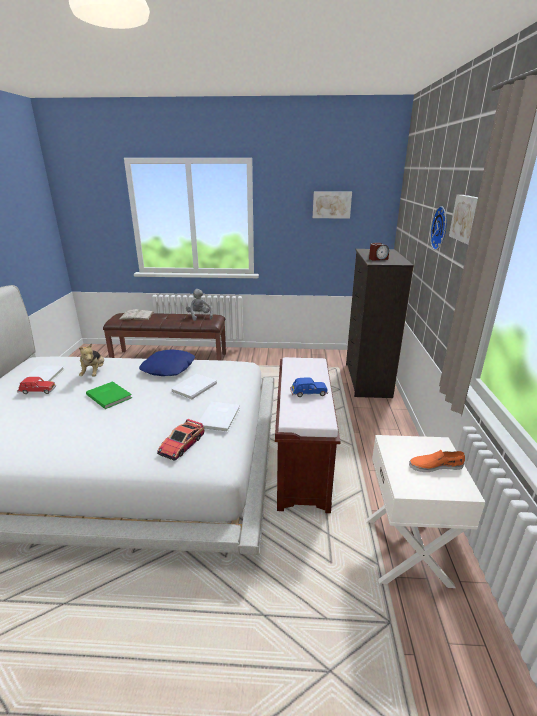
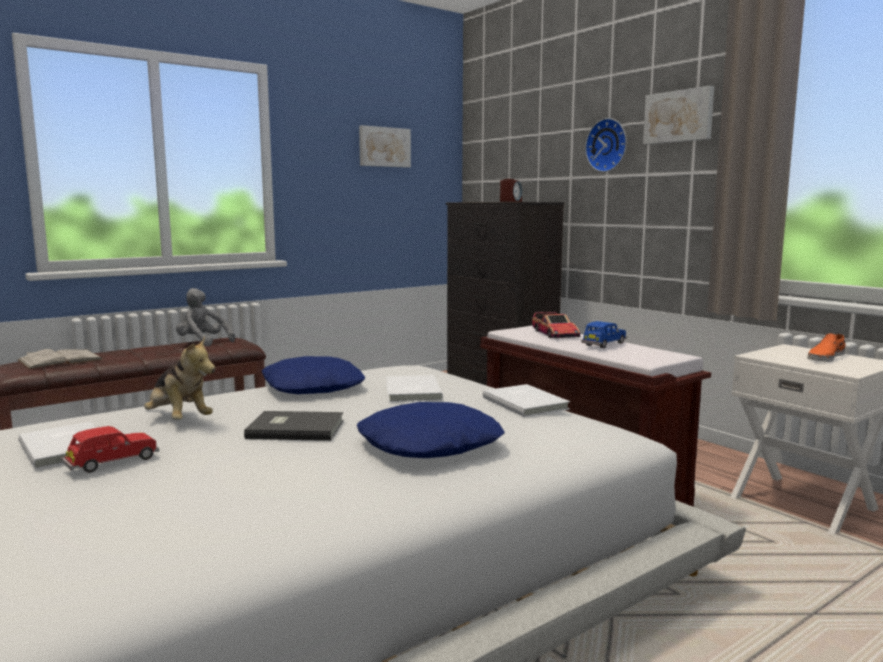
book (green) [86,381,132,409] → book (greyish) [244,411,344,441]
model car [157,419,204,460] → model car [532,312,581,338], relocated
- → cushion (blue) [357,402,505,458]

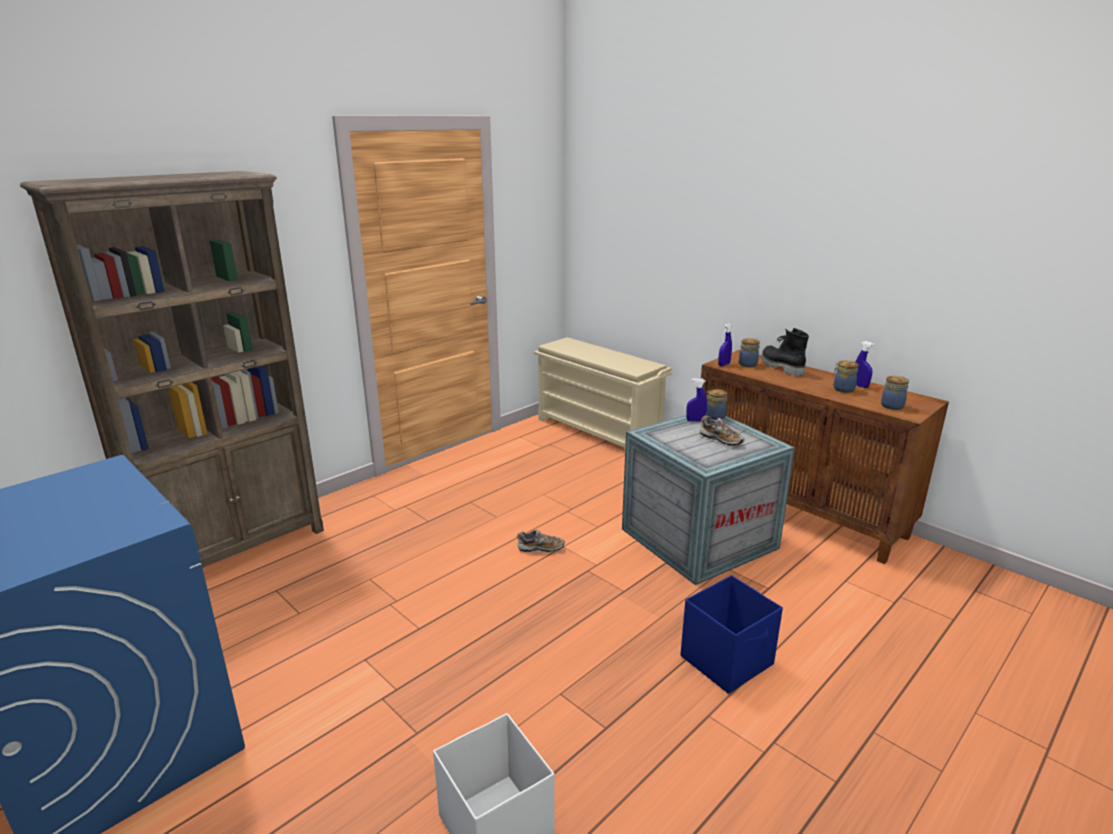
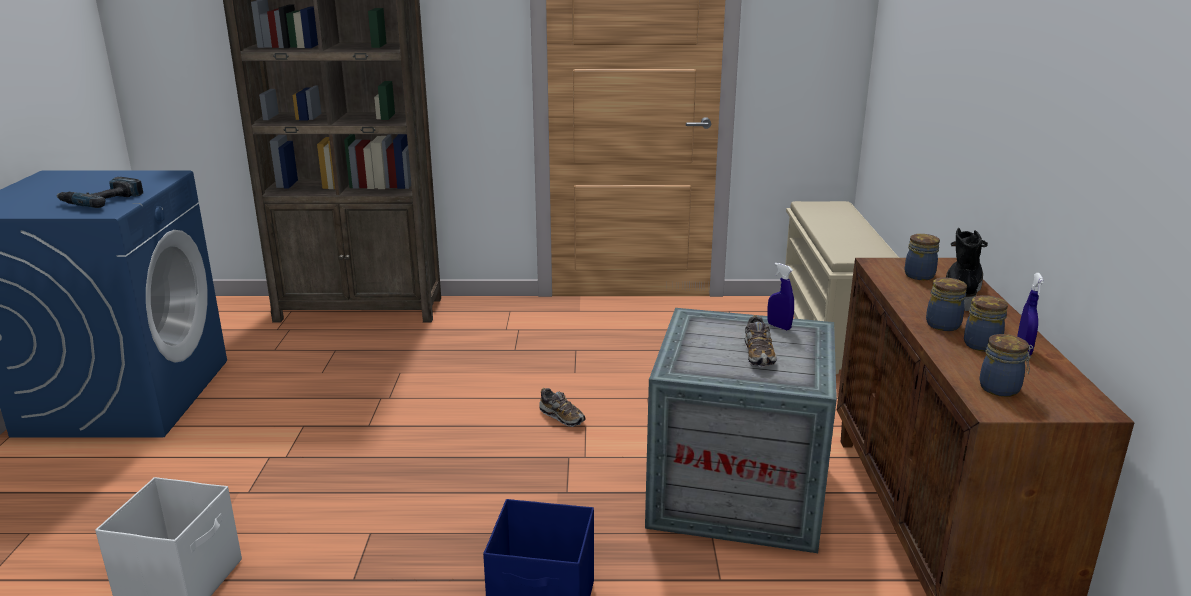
hand sprayer (blue) [718,323,732,366] → -
storage jar [706,389,727,420] → storage jar [926,278,967,331], relocated
- → drill [57,177,143,208]

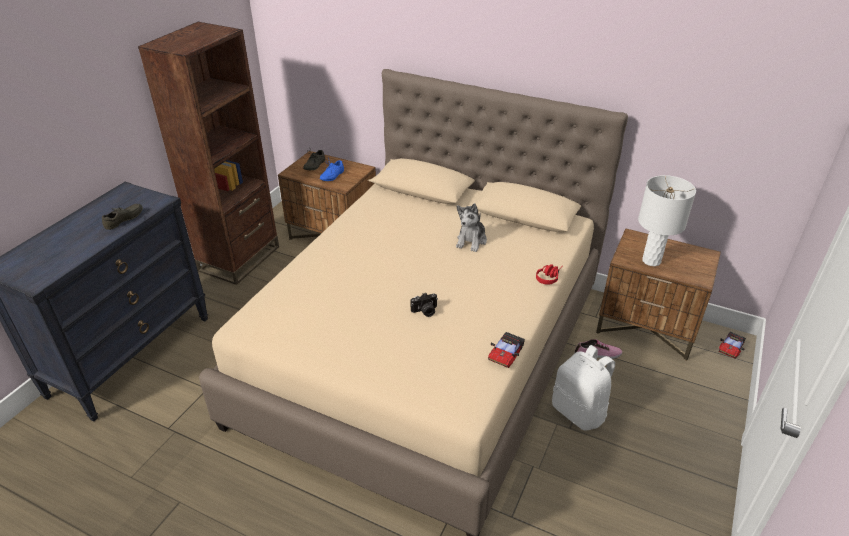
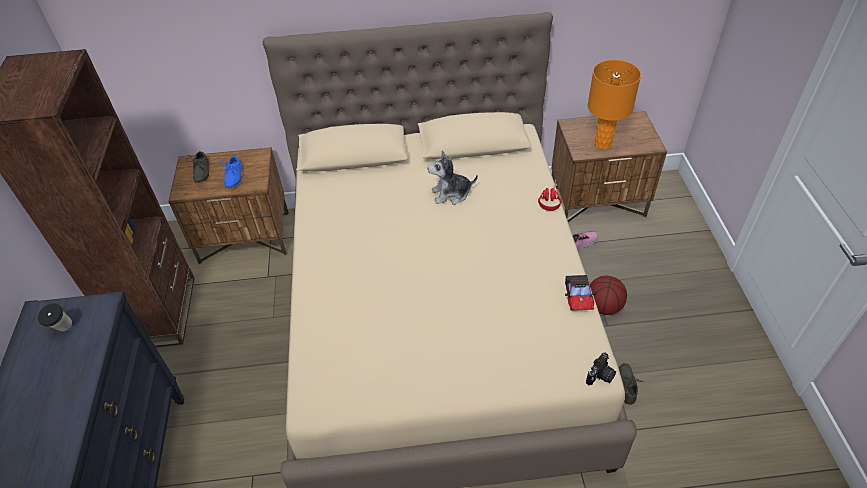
tabletop lamp (whitish) [638,175,696,266] → tabletop lamp (orangey) [588,60,641,149]
plush toy [456,203,487,252] → plush toy [427,150,478,205], 90 degrees clockwise
item of footwear (greyish) [102,204,143,230] → item of footwear (greyish) [619,363,644,405], relocated
still camera [411,293,438,317] → still camera [586,353,616,386], relocated
model car [719,332,746,358] → -
knapsack (whitish) [552,345,615,431] → basketball ball [590,276,627,315]
- → small cup [38,303,72,332]

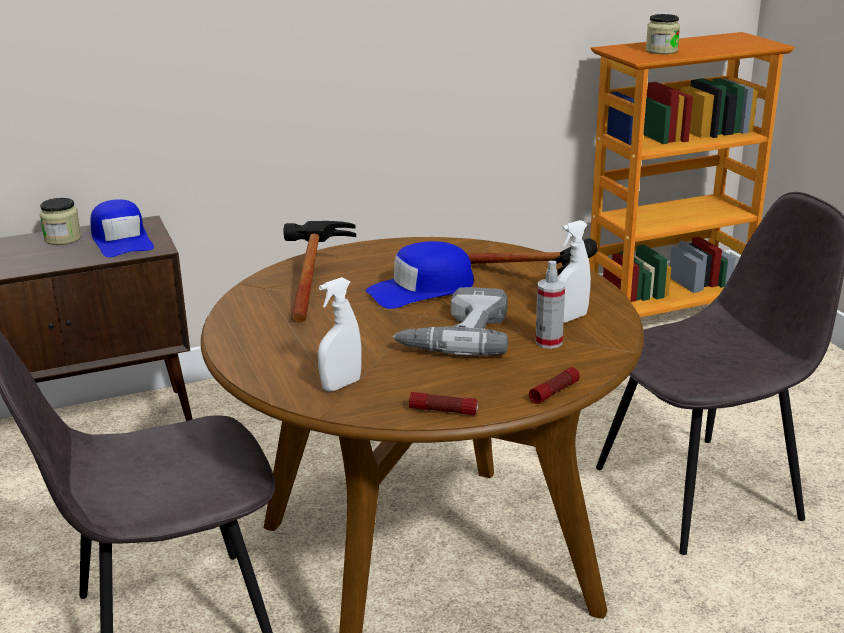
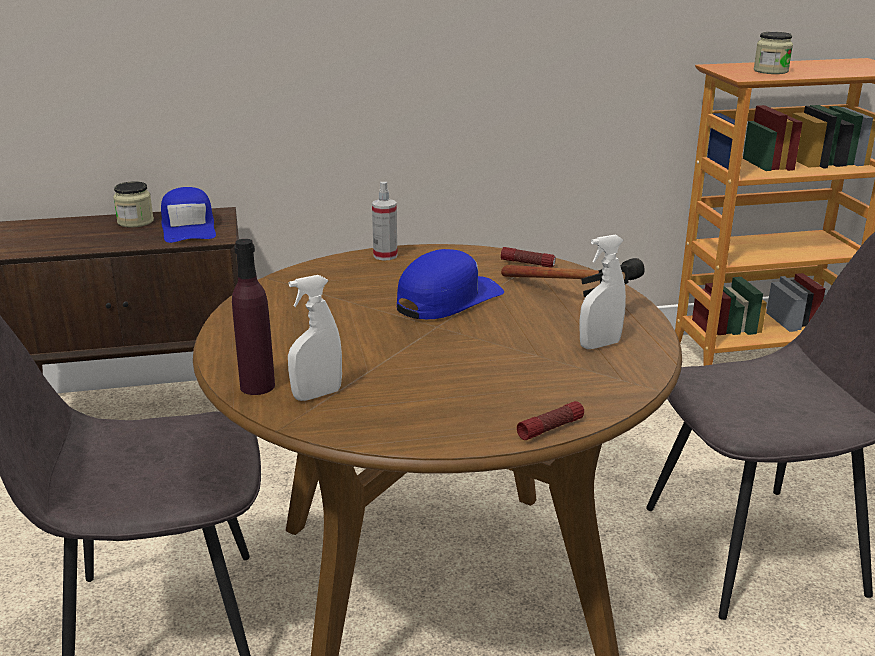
hand hammer [284,221,356,322] → -
baseball cap (blue) [366,241,474,309] → baseball cap (blue) [397,249,504,319], 150 degrees clockwise
hand sprayer [535,261,565,349] → hand sprayer [372,182,398,260], relocated
drill [393,287,508,356] → -
hand torch [409,392,478,415] → hand torch [501,247,556,268], relocated
- → beverage bottle (purple-coloured) [232,239,275,395]

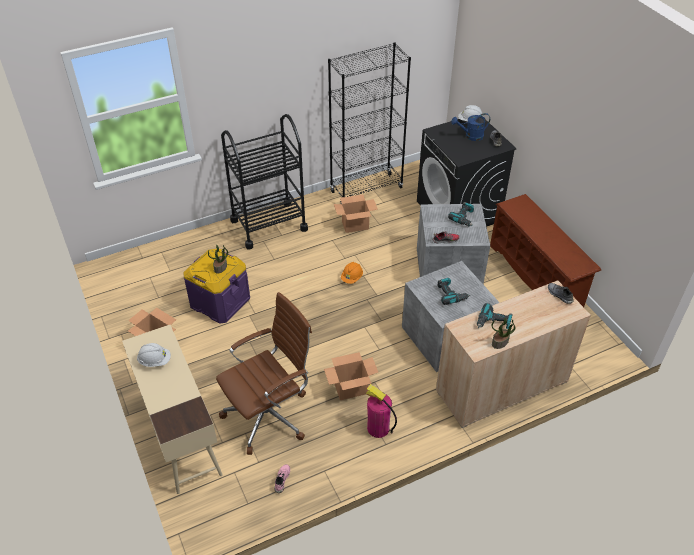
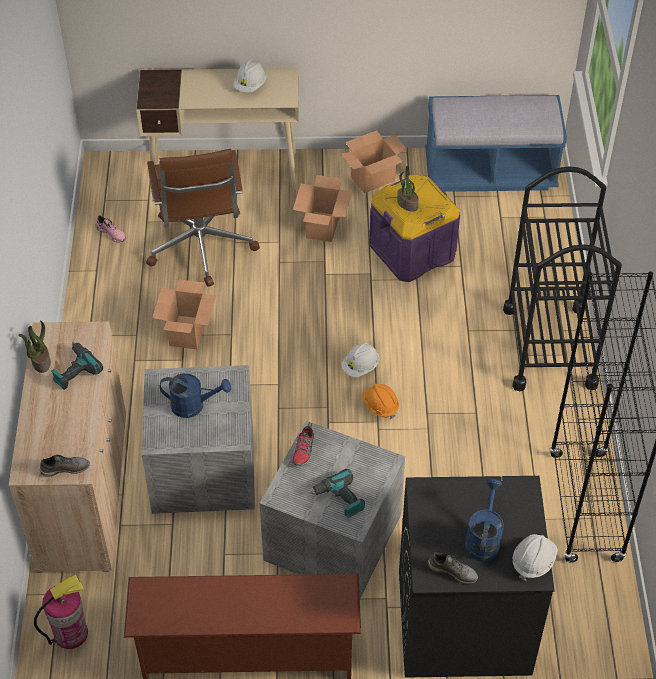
packing box [334,195,378,233] → packing box [293,175,352,242], relocated
drill [437,278,470,305] → watering pot (blue) [159,373,231,418]
fire extinguisher [365,384,397,438] → fire extinguisher [34,575,88,649], relocated
- → long seat (blue) [425,95,567,192]
- → work helmet (whitish) [341,343,379,377]

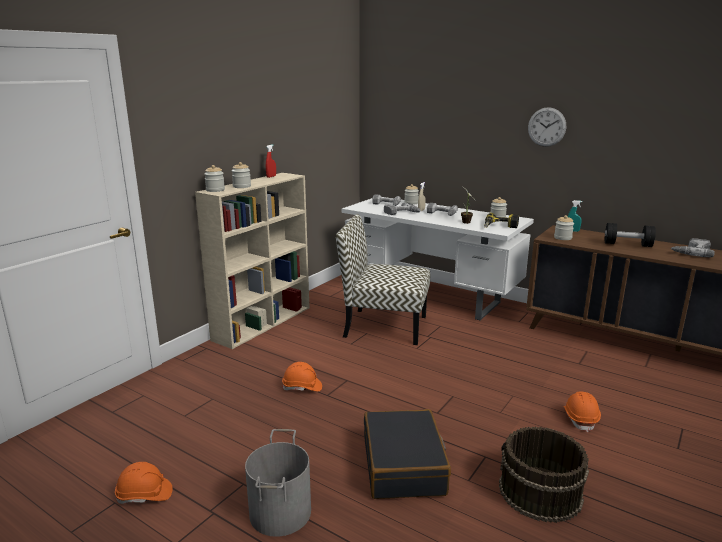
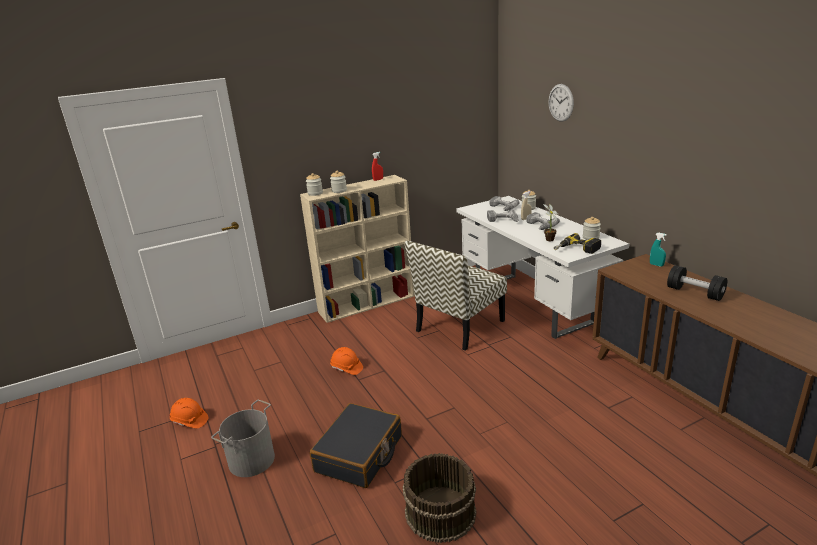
hanging clock [528,107,566,147] → hanging clock [549,84,574,121], relocated
upright chair [336,214,430,345] → upright chair [405,241,507,351], 90 degrees counterclockwise
storage jar [554,215,574,240] → -
drill [671,238,715,257] → -
work helmet (orangey) [564,392,601,432] → -

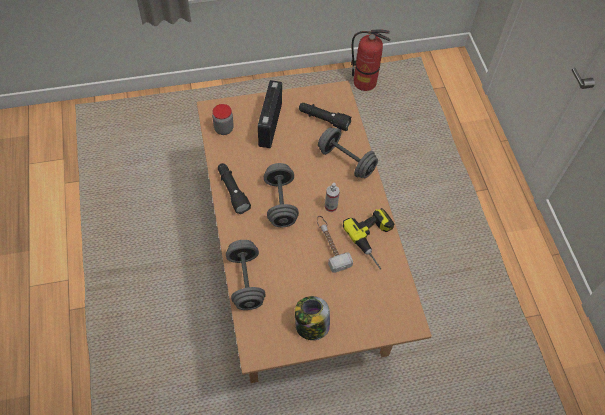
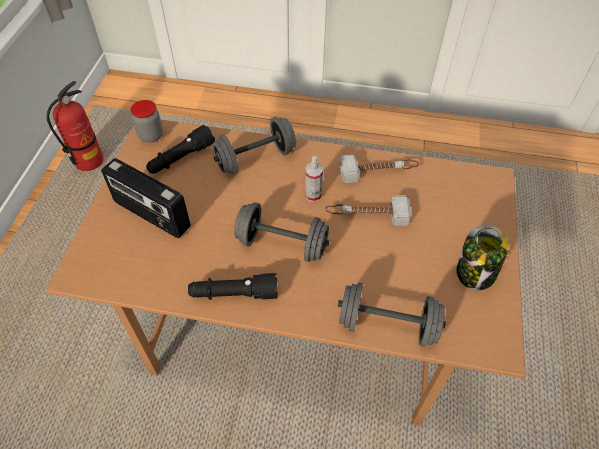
storage jar [212,104,234,135] → storage jar [131,100,163,143], relocated
drill [343,208,395,269] → hand hammer [339,154,418,184]

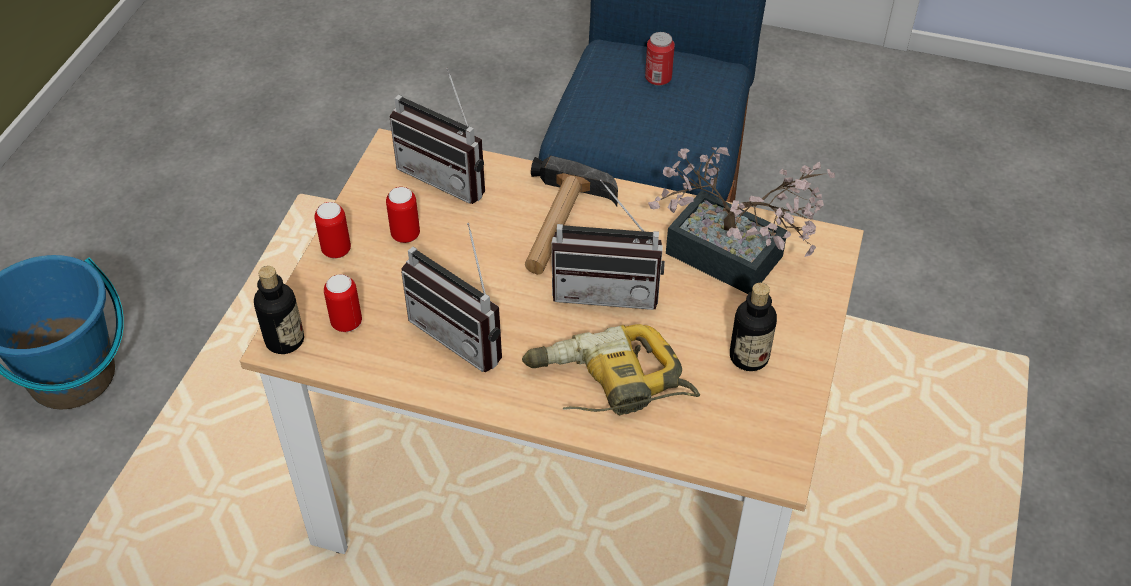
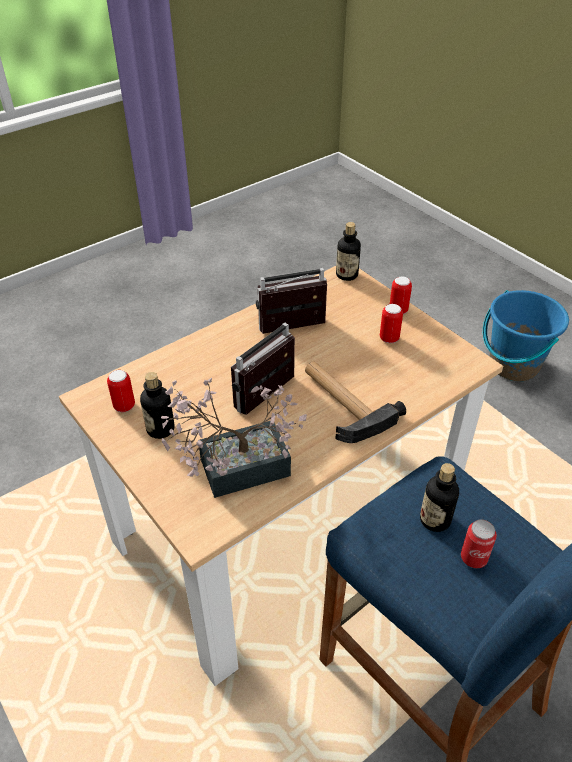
radio [390,68,485,204] → -
sealed can [324,274,362,332] → sealed can [107,370,135,412], relocated
drill [522,324,700,415] → -
- → beverage bottle [420,463,459,532]

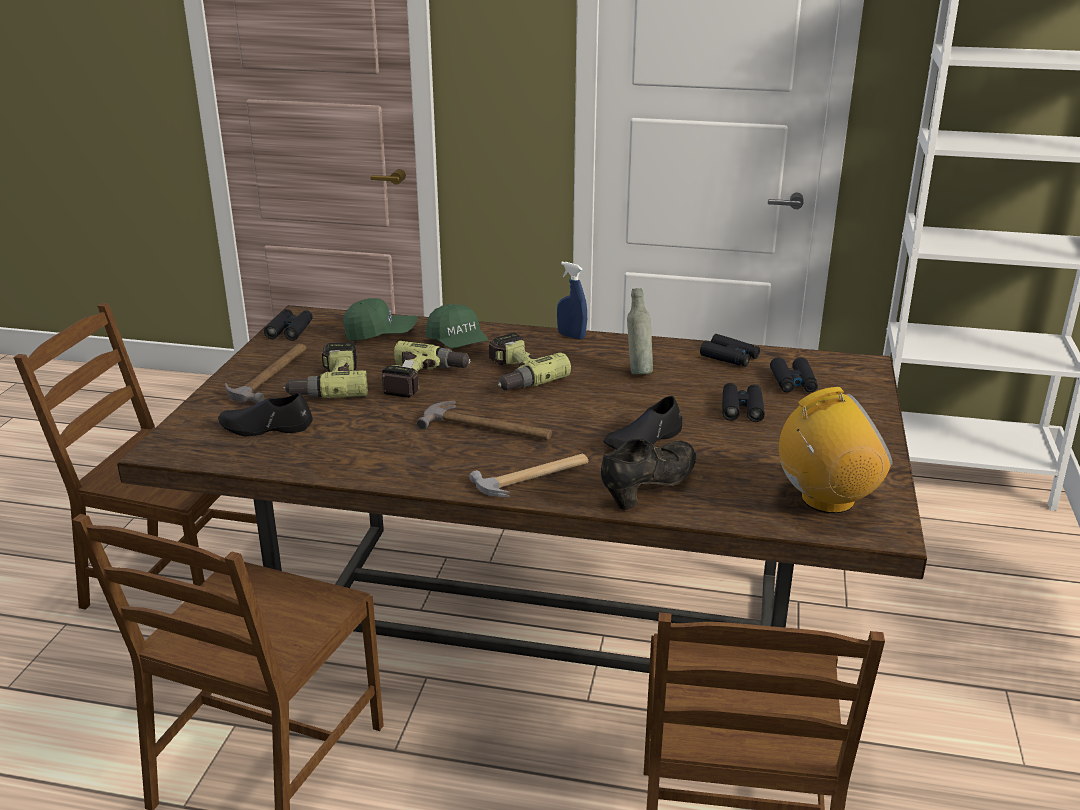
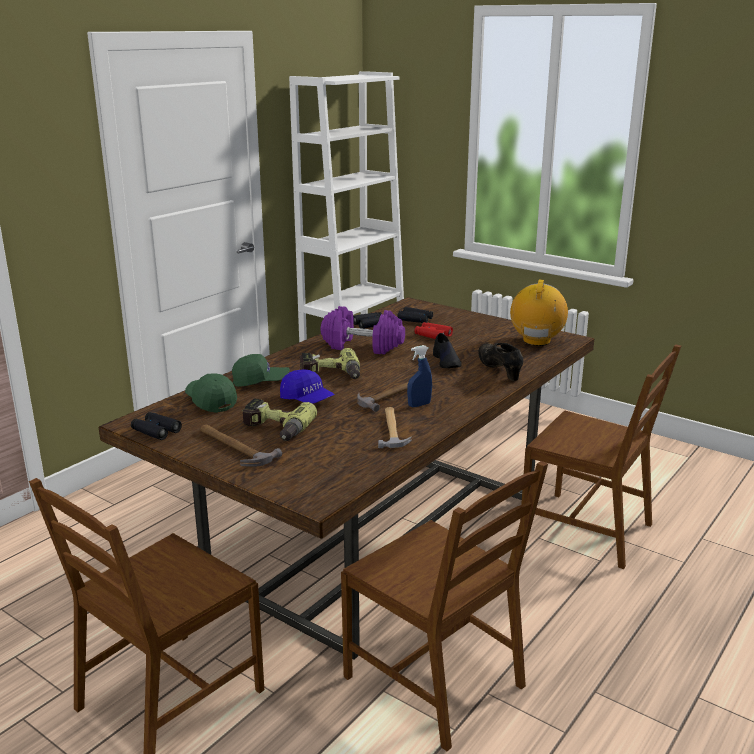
hand sprayer (blue) [557,262,587,340] → hand sprayer (blue) [407,345,432,407], relocated
beverage bottle (greyish) [627,288,653,374] → hand weight (purple-coloured) [321,306,405,354]
baseball cap (green) [343,298,418,341] → baseball cap (green) [185,373,237,413], 60 degrees counterclockwise
drill [382,341,472,398] → baseball cap (blue) [280,370,335,404]
binoculars (black-coloured) [722,383,765,422] → binoculars (red-coloured) [414,322,453,339]
item of footwear (black-coloured) [218,393,313,436] → -
hand hammer [469,453,588,497] → hand hammer [378,407,412,448], relocated

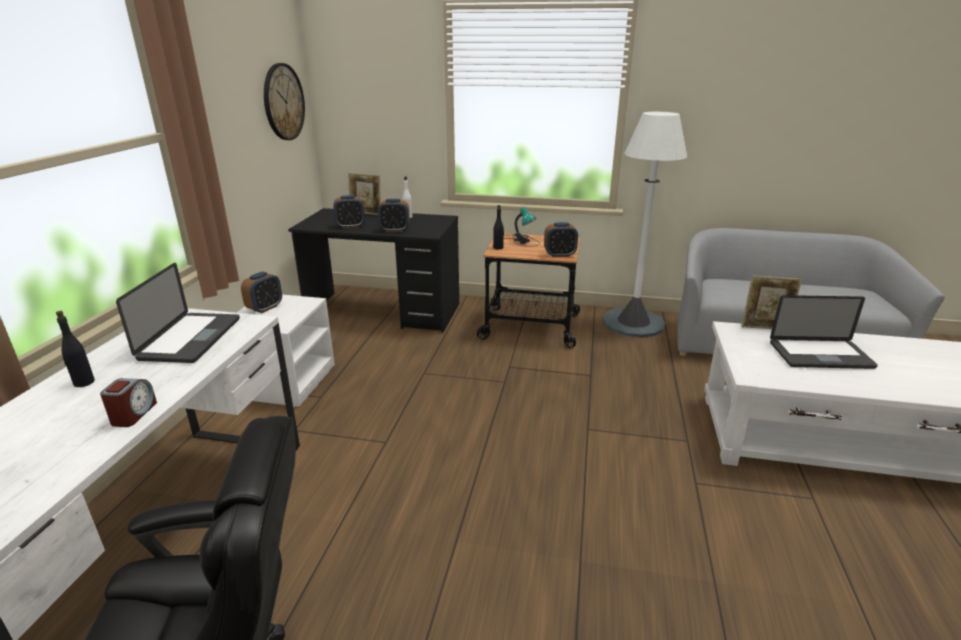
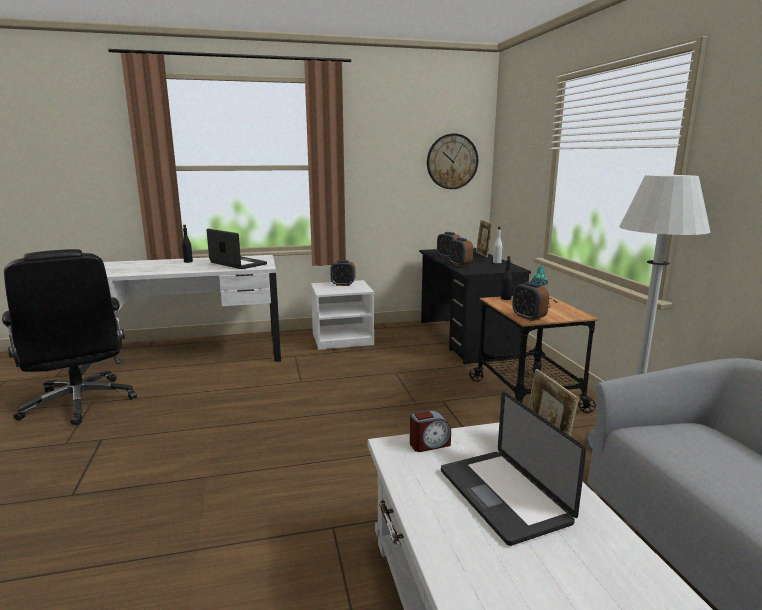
laptop [116,263,240,363] → laptop [207,229,267,269], 120 degrees counterclockwise
alarm clock [100,378,157,427] → alarm clock [410,410,451,452], relocated

